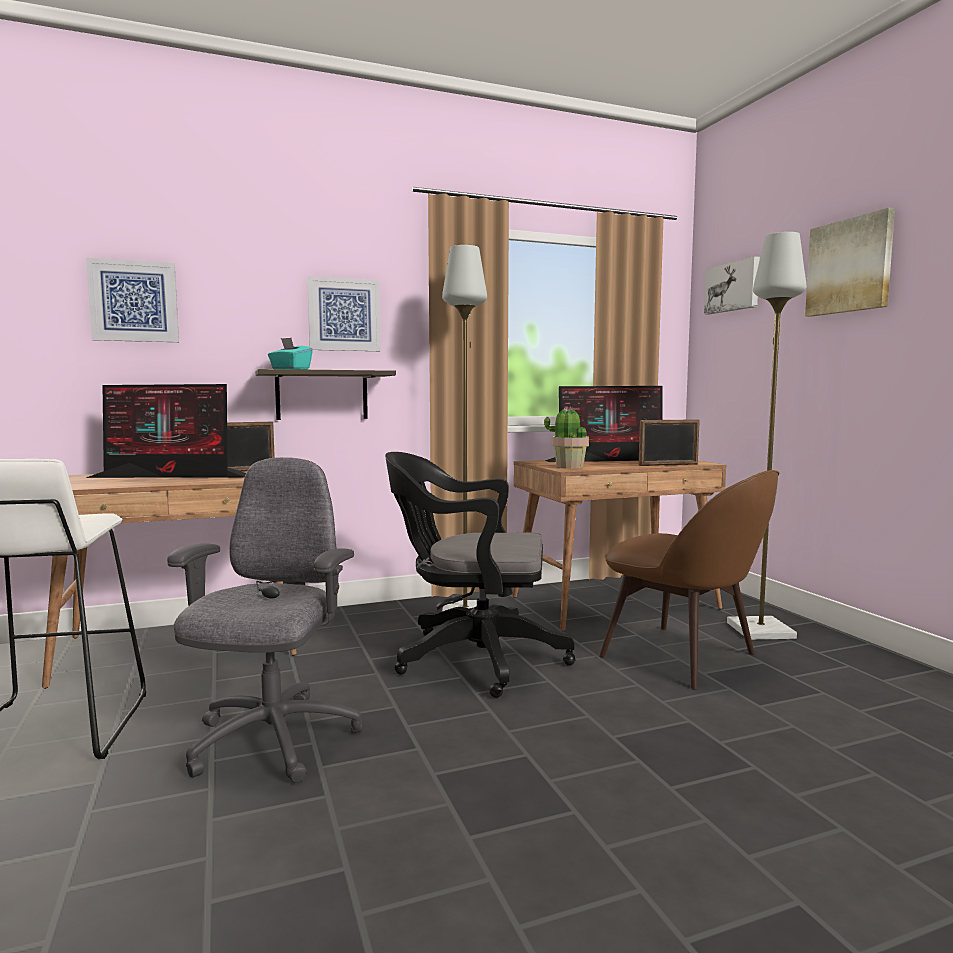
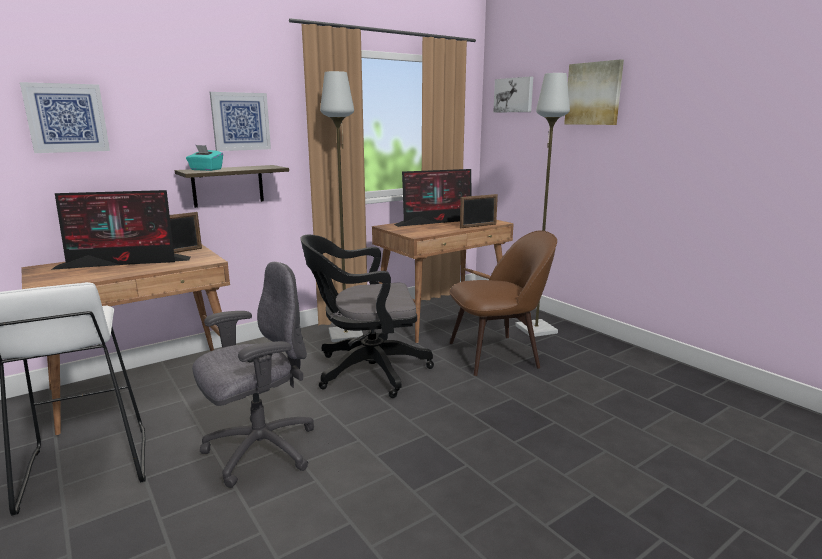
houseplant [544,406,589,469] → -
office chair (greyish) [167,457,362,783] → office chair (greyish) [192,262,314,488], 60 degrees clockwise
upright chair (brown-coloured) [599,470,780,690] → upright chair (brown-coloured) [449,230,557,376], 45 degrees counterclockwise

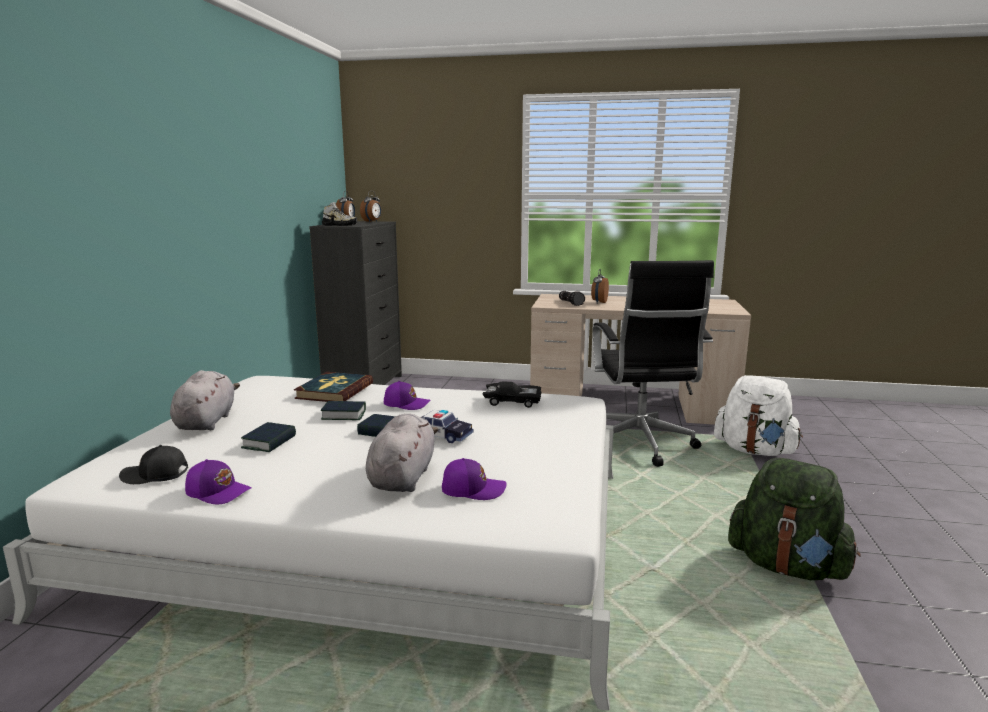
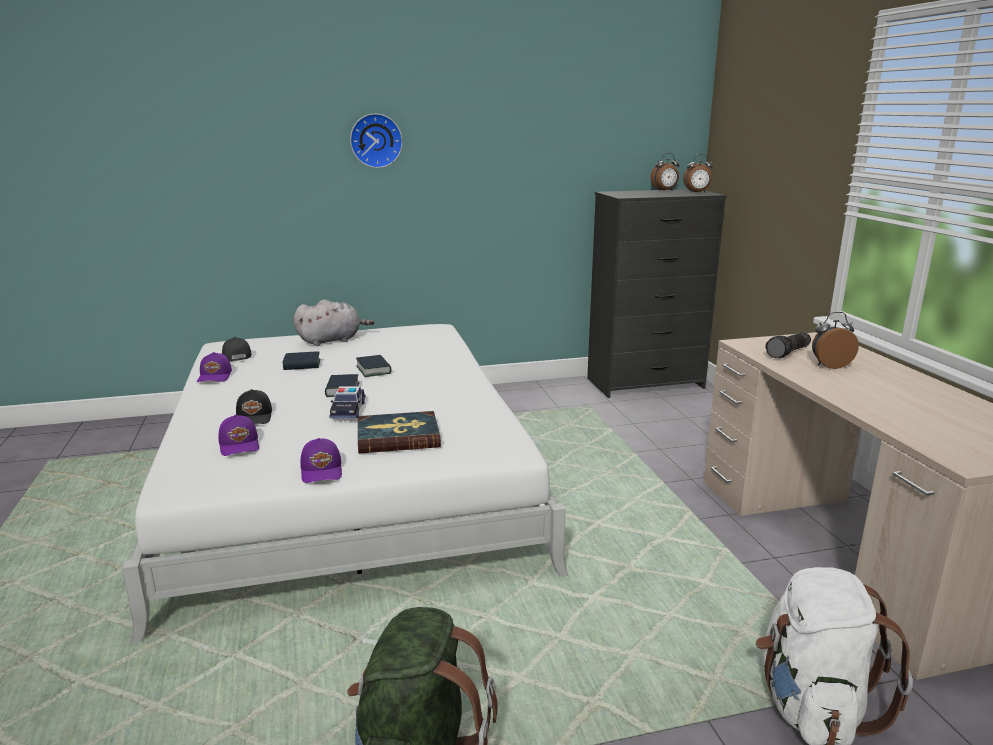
item of footwear [322,202,357,226] → -
office chair (black-coloured) [593,260,714,467] → -
book [294,372,373,402] → book [358,411,441,454], relocated
baseball cap (purple-coloured) [384,381,430,410] → baseball cap (purple-coloured) [300,438,342,483], relocated
model car (black-coloured) [483,382,542,408] → -
plush toy (greyish) [366,414,438,492] → baseball cap (black-coloured) [236,389,272,424]
- → hanging clock [350,113,403,168]

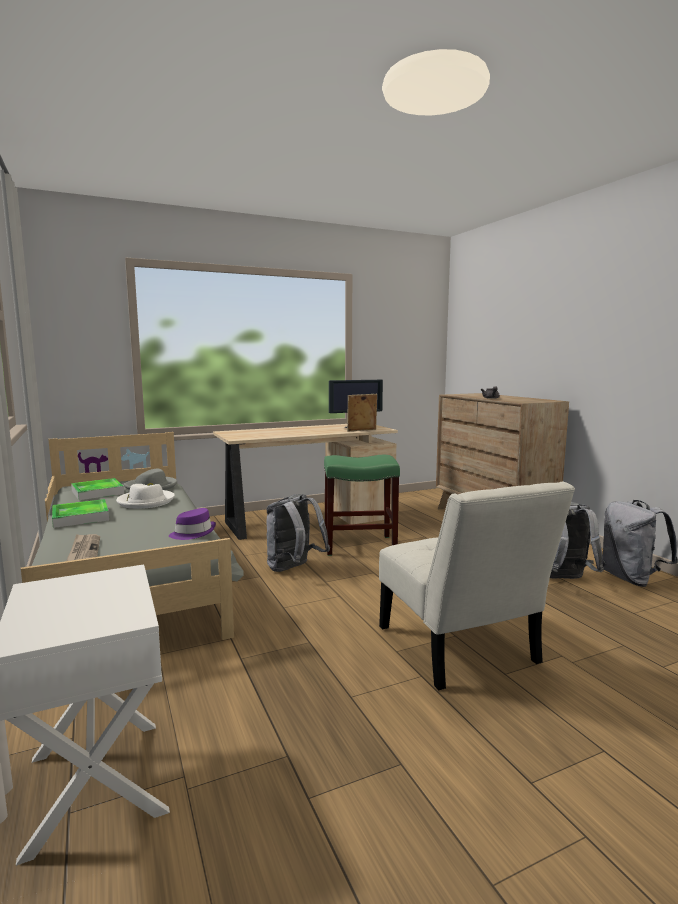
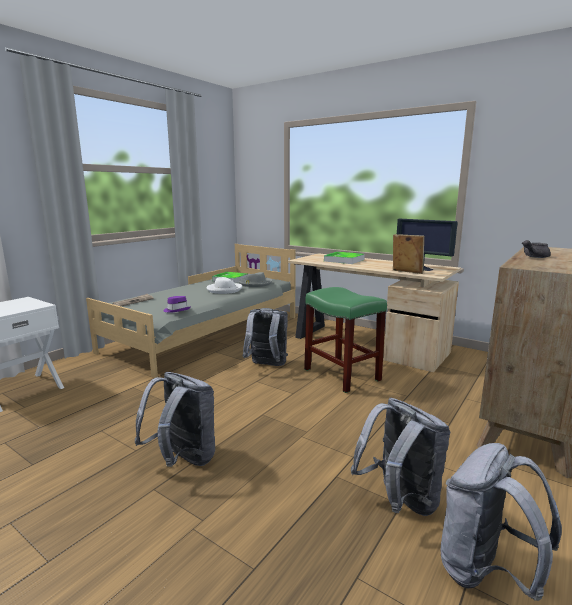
upright chair (whitish) [379,482,575,690] → knapsack (greyish) [135,372,215,467]
carrying tray [52,499,109,528] → carrying tray [324,252,365,264], relocated

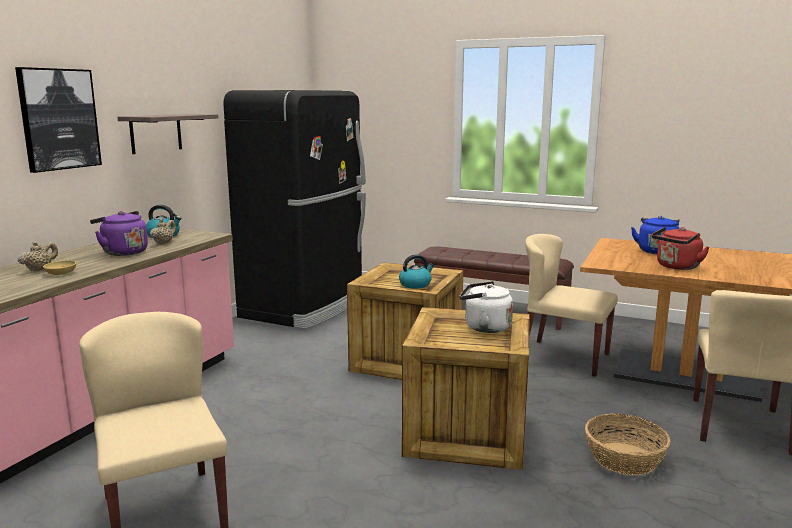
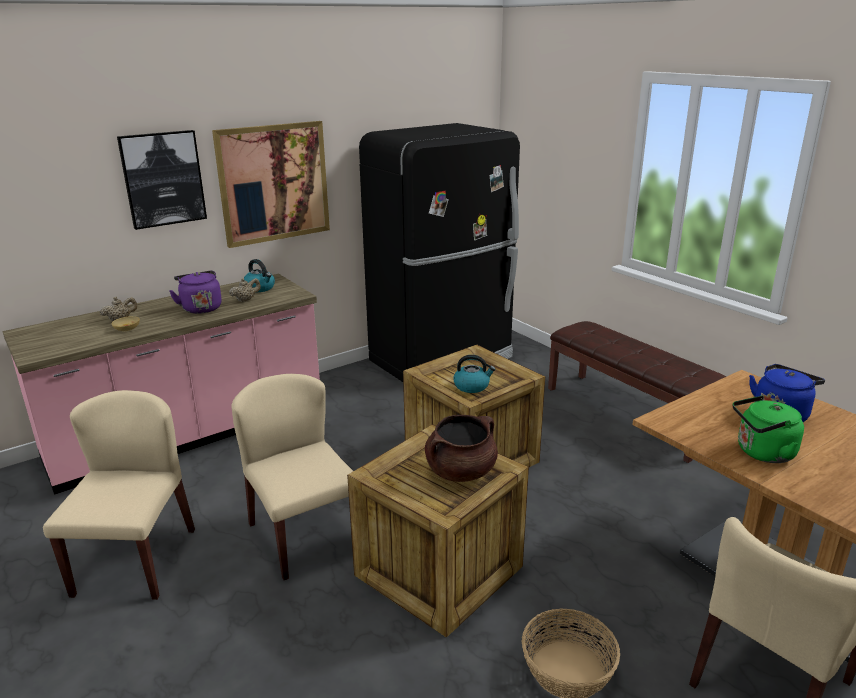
shelf [118,114,218,154] → wall art [212,121,330,248]
kettle (red-coloured) [652,227,710,270] → kettle (green) [733,396,804,463]
upright chair (sand-coloured) [525,234,618,377] → upright chair (sand-coloured) [231,374,353,580], relocated
kettle (whitish) [460,281,513,333] → saucepot (brown-coloured) [425,415,498,482]

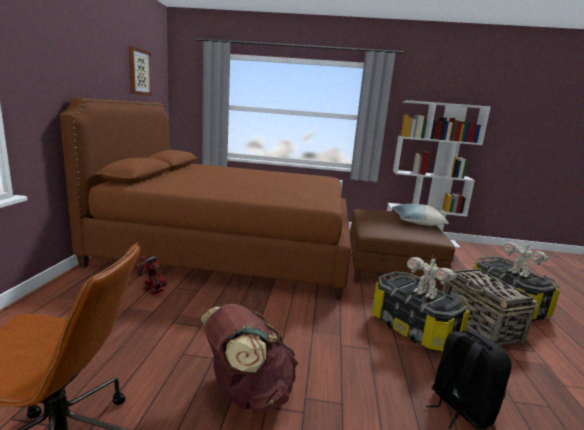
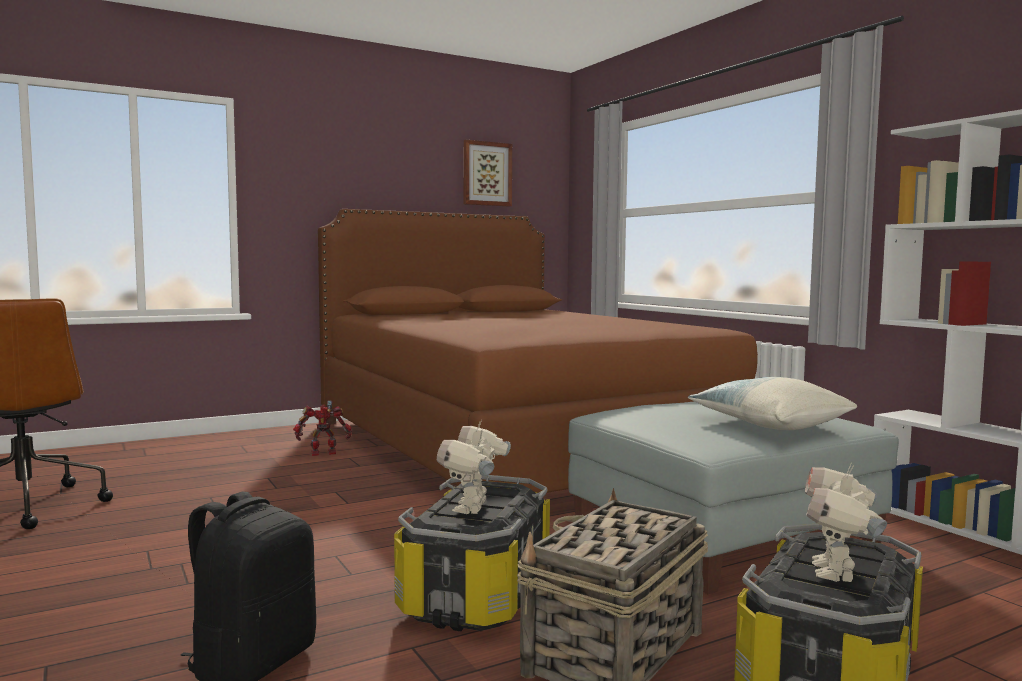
pouffe (brown-coloured) [350,209,455,291] → pouffe (greyish) [568,401,899,594]
toy robot [136,255,167,295] → toy robot [293,400,352,456], 105 degrees counterclockwise
knapsack (brown-coloured) [201,304,298,413] → -

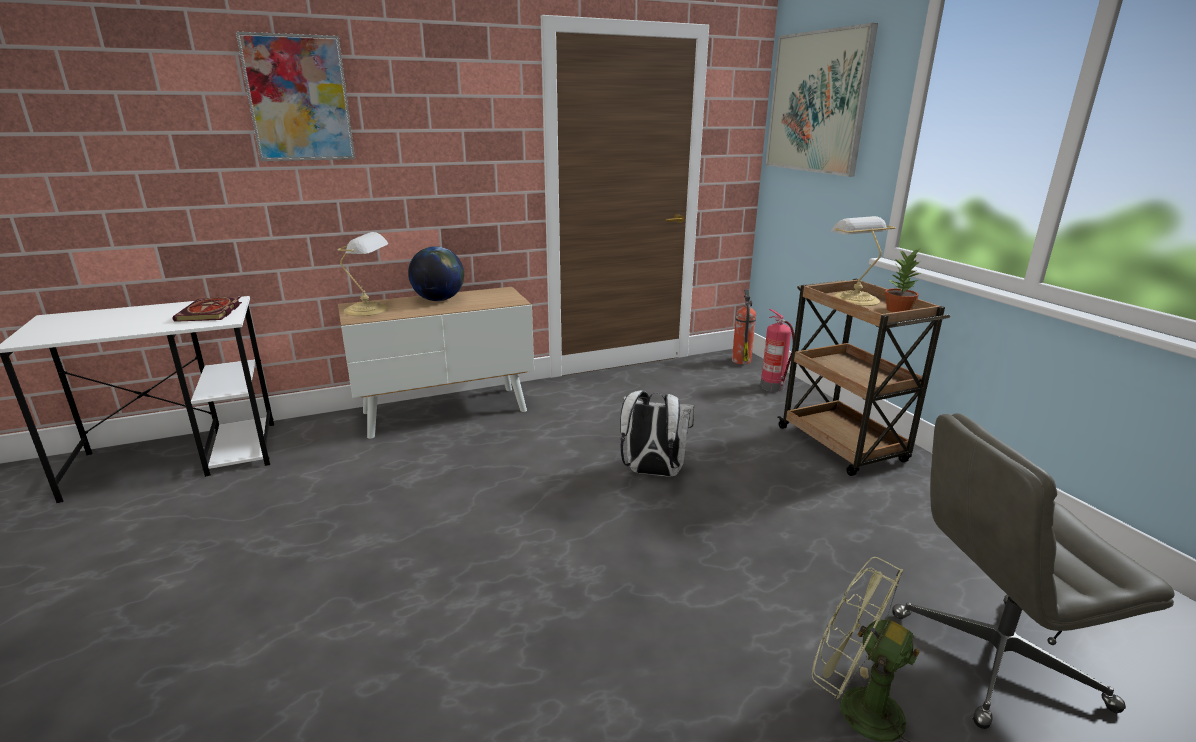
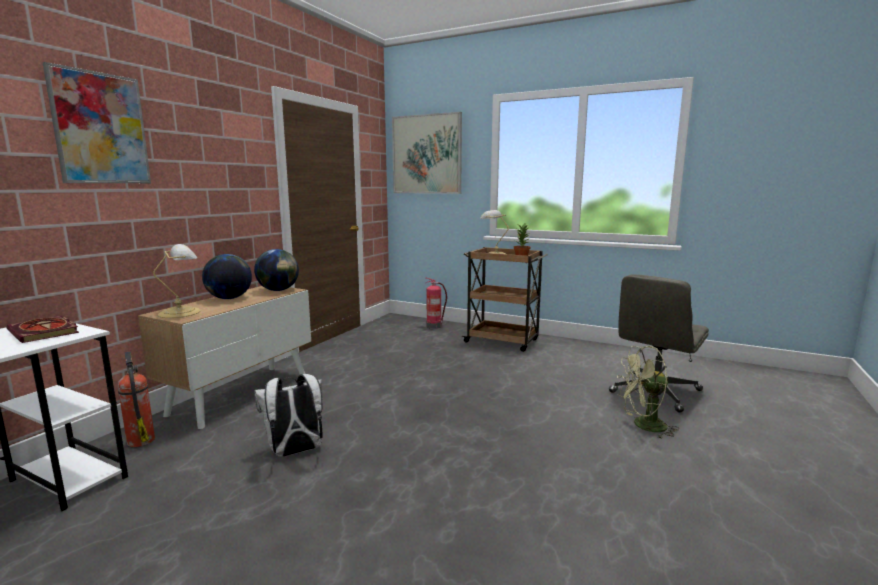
fire extinguisher [732,289,756,365] → fire extinguisher [117,351,155,447], relocated
knapsack (whitish) [620,390,694,477] → knapsack (whitish) [254,374,323,457], relocated
- → globe [254,249,299,291]

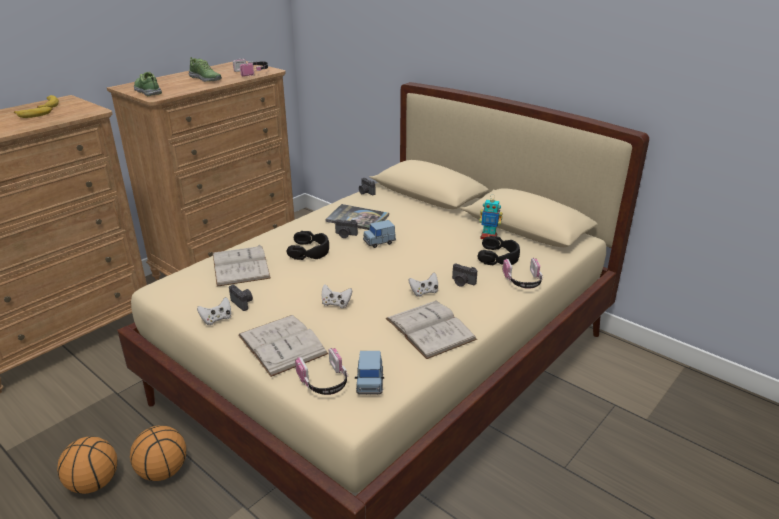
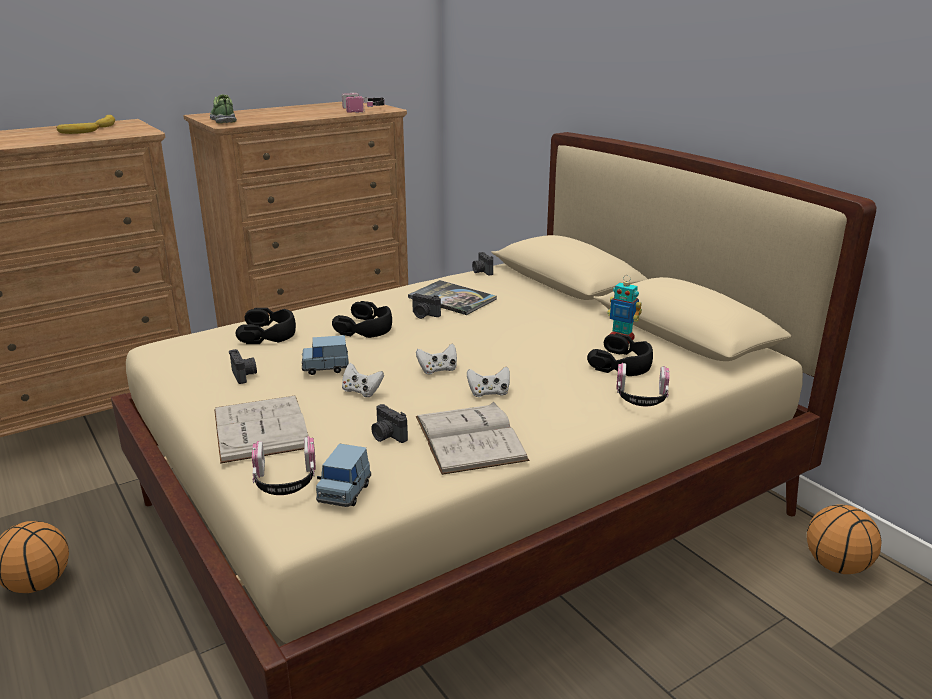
item of footwear [188,57,222,82] → -
model car (blue) [363,220,396,248] → model car (blue) [301,335,349,375], relocated
book (whitish) [213,244,271,287] → headset (black-coloured) [236,308,296,344]
still camera [452,264,477,286] → still camera [371,404,408,443], relocated
joypad (whitish) [197,297,232,325] → joypad (whitish) [416,344,457,374], relocated
basketball ball [130,426,186,481] → basketball ball [807,505,882,574], relocated

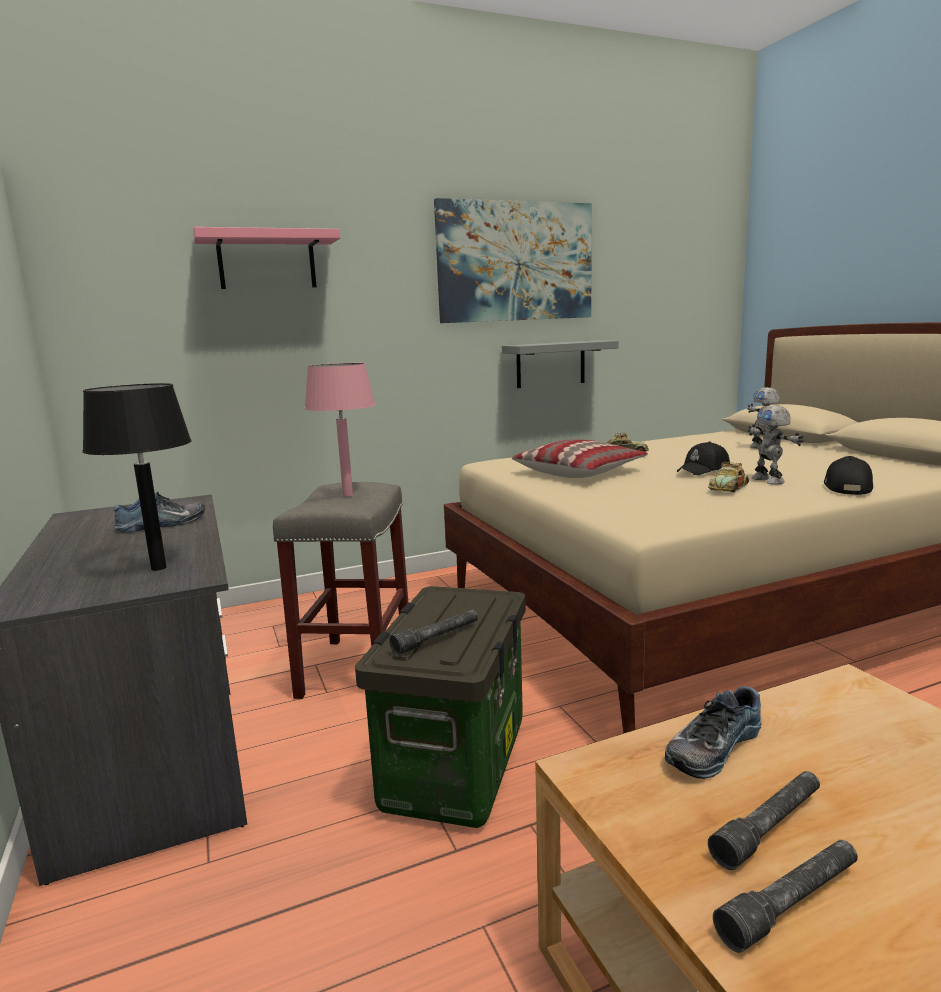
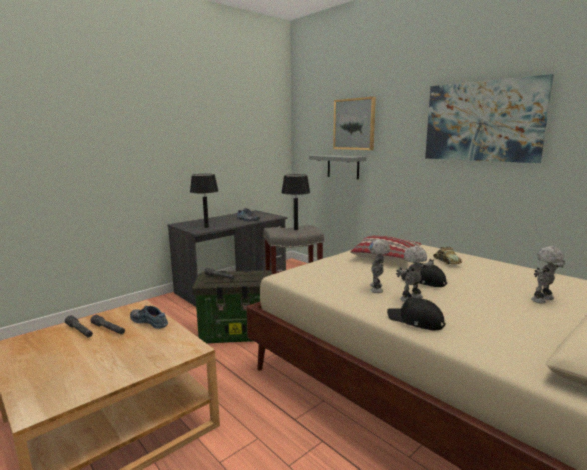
shelf (pinkish) [193,227,340,289] → wall art [333,97,376,150]
shelf (greyish) [502,340,619,388] → shelf (greyish) [309,155,366,180], relocated
tabletop lamp (pinkish) [304,363,375,497] → tabletop lamp (black-coloured) [281,174,310,230]
baseball cap (black-coloured) [824,456,873,495] → baseball cap (black-coloured) [387,298,446,330], 150 degrees counterclockwise
model car [708,462,749,492] → toy robot [369,239,390,293]

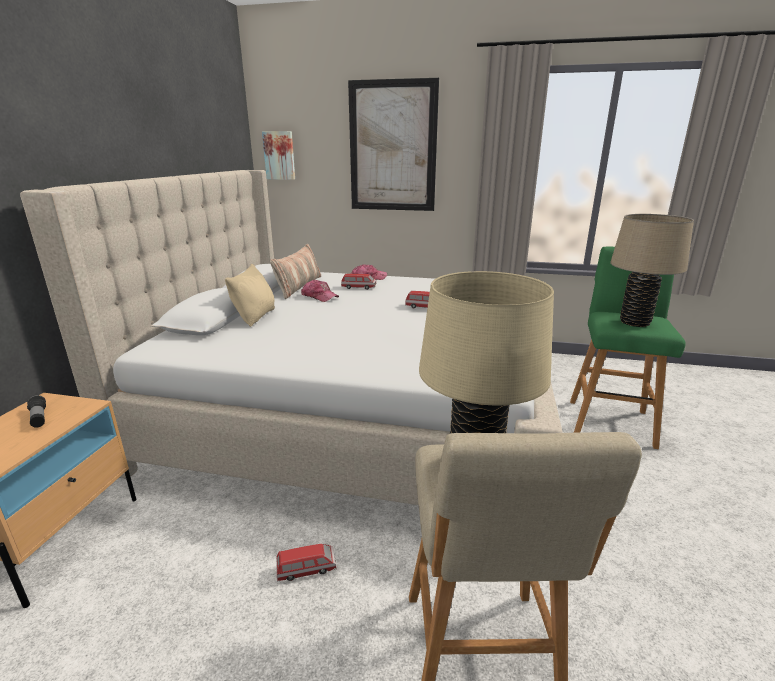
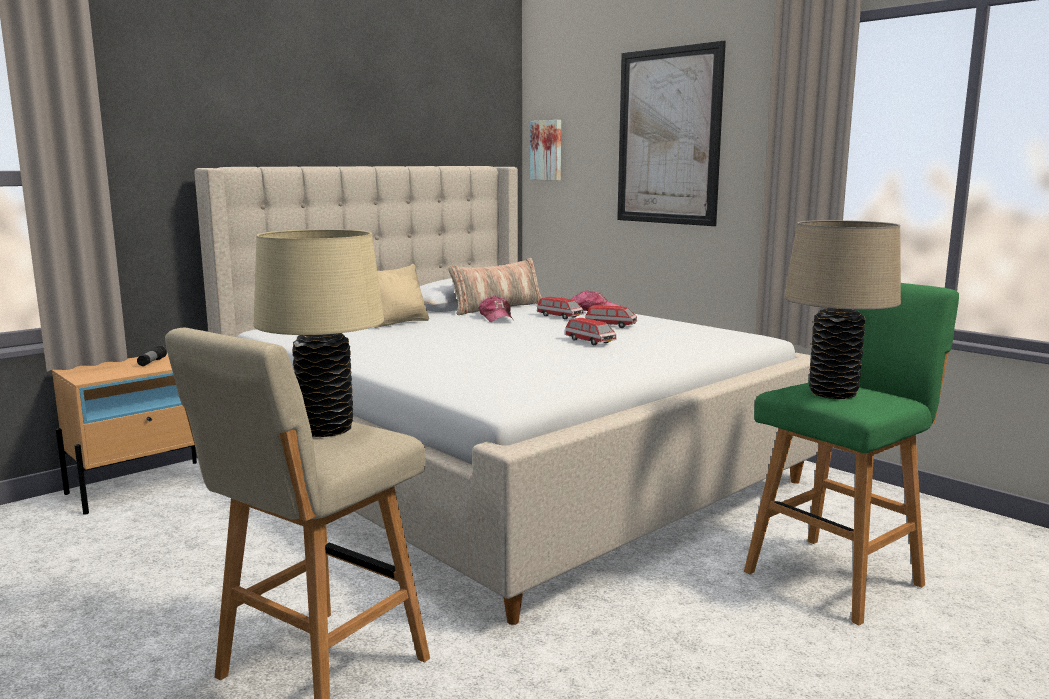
model car [276,543,337,582] → model car [585,305,637,328], relocated

